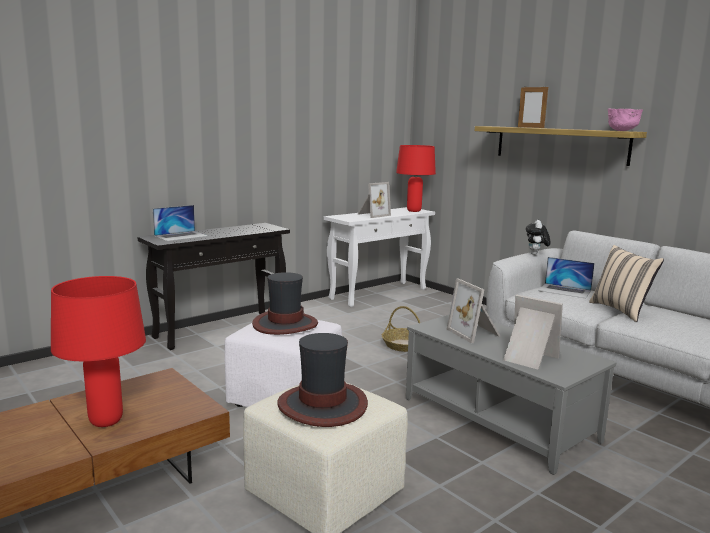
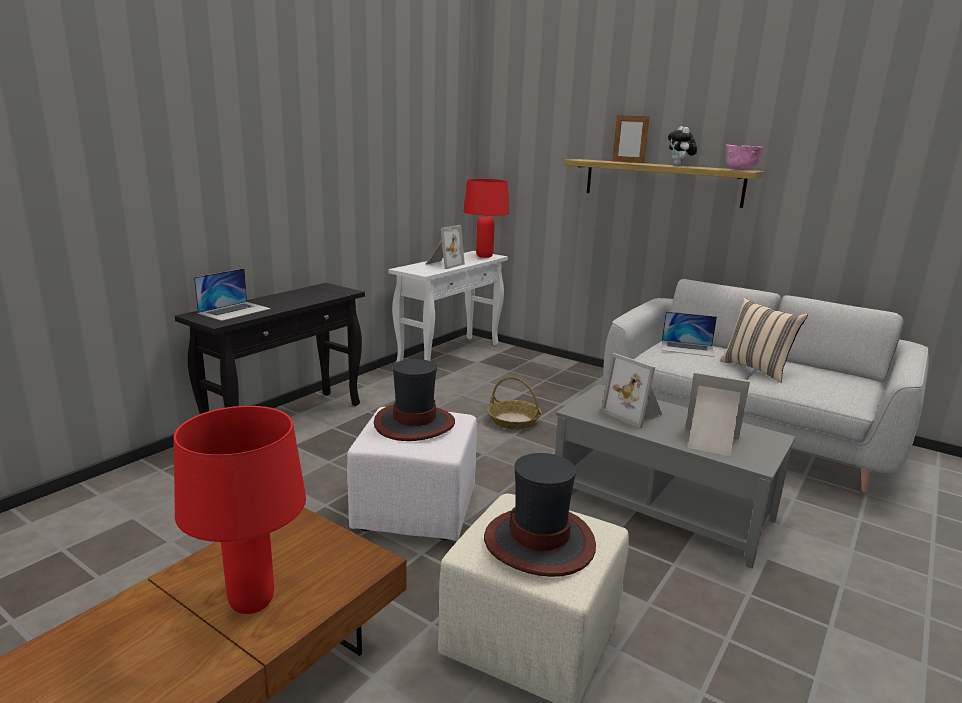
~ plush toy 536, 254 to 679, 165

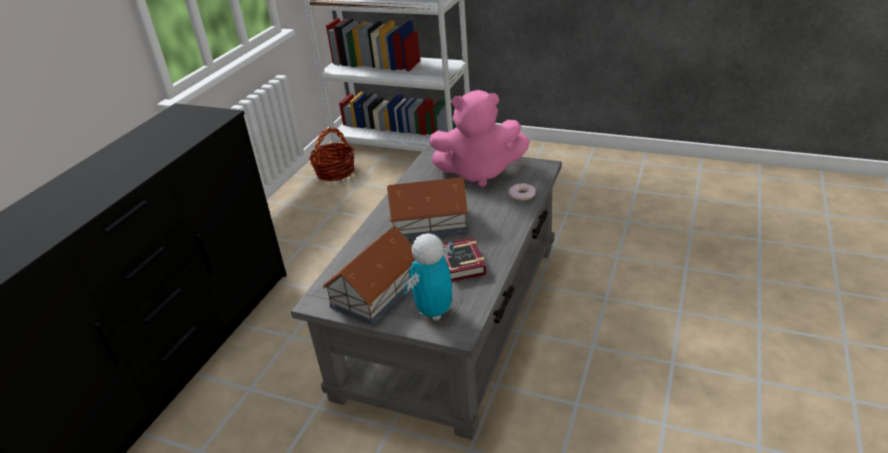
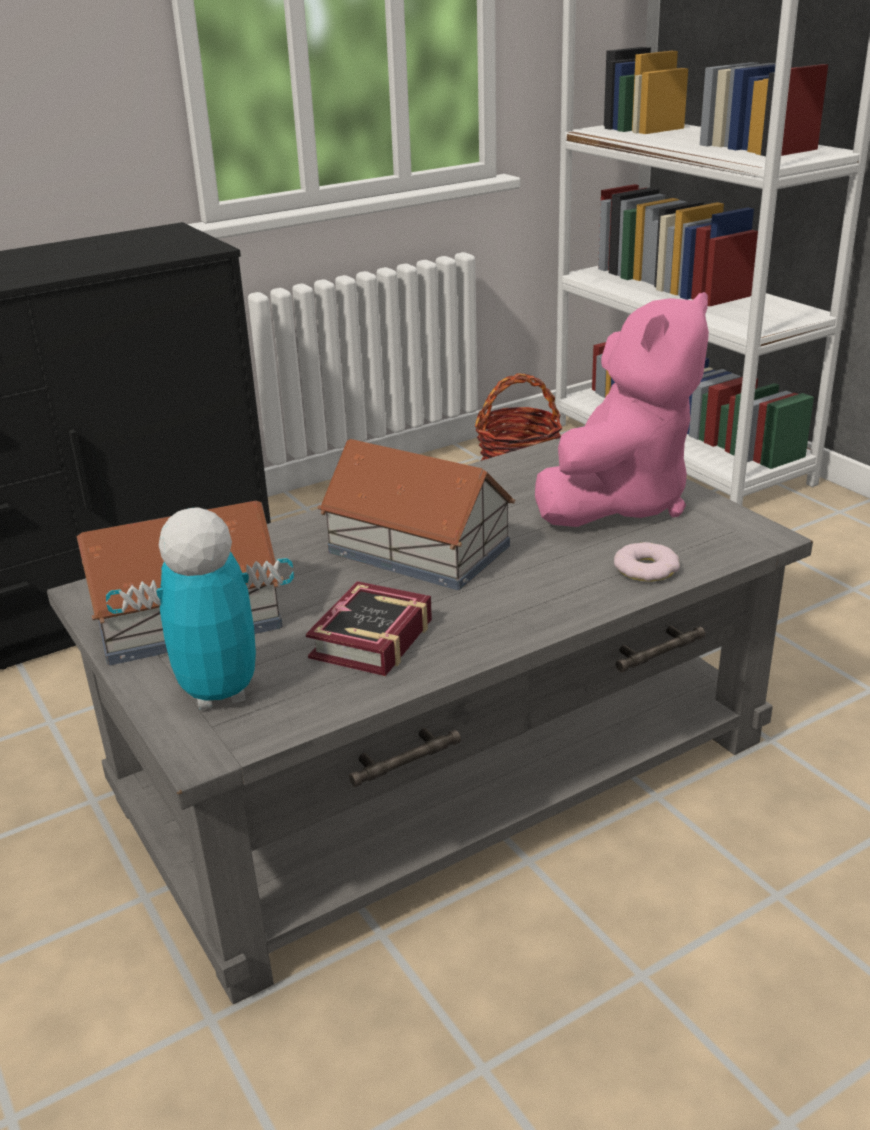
~ plush toy (pinkish) 479, 172 = 619, 502 90 degrees counterclockwise

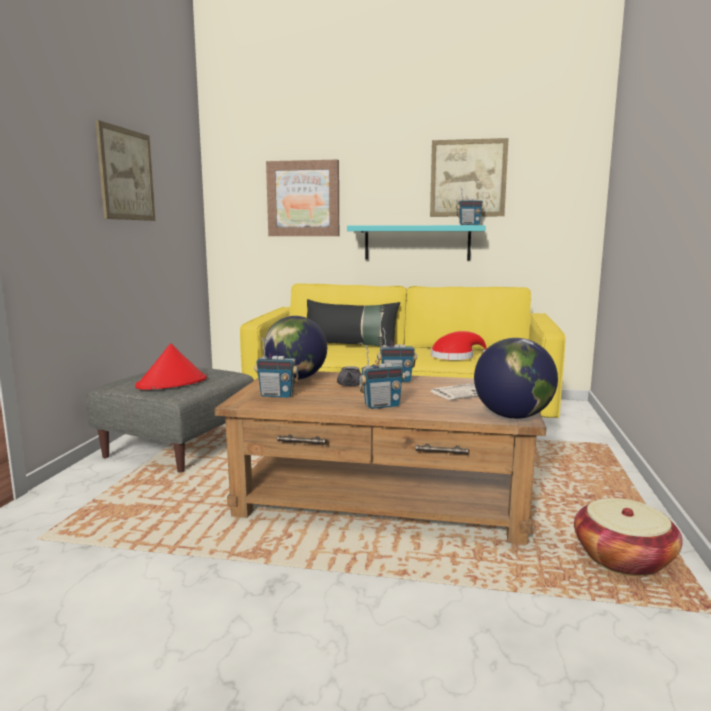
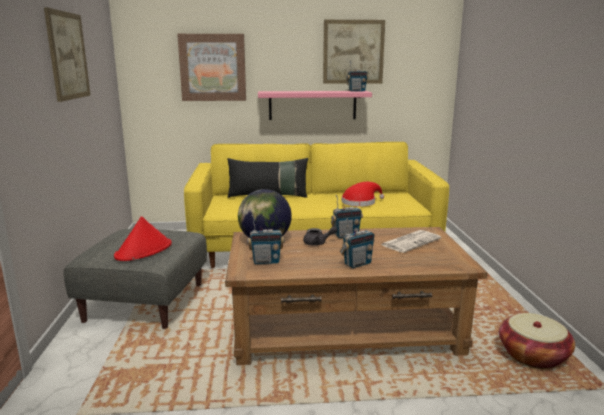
~ bracket shelf (turquoise-coloured) 417, 243 to bracket shelf (pinkish) 312, 105
- globe 513, 416

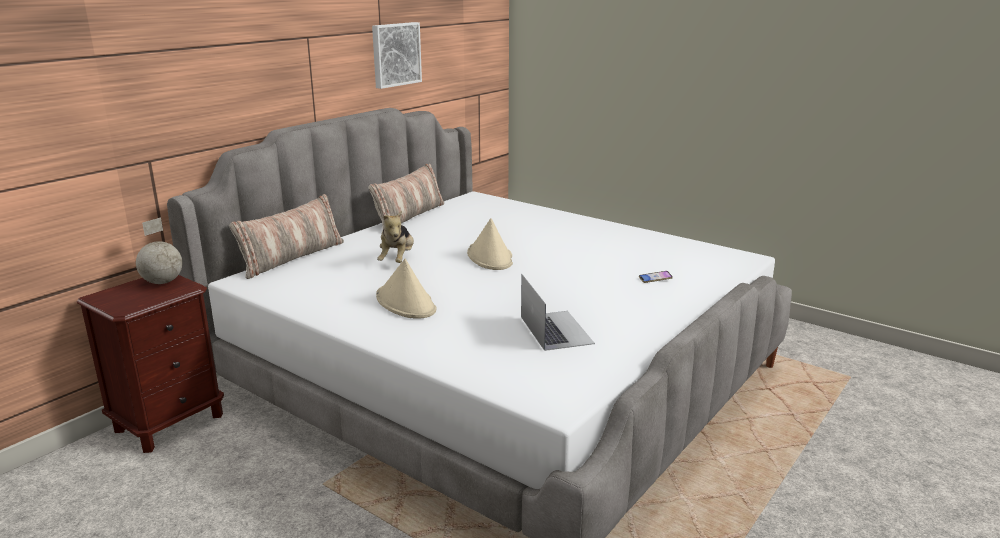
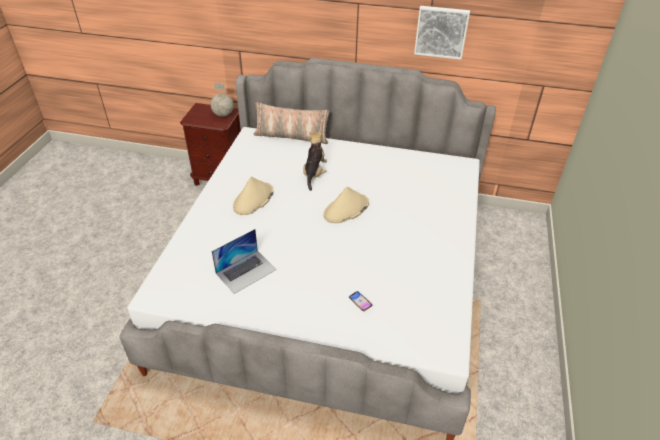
~ plush toy 397, 260 = 314, 173 120 degrees clockwise
- pillow 409, 216

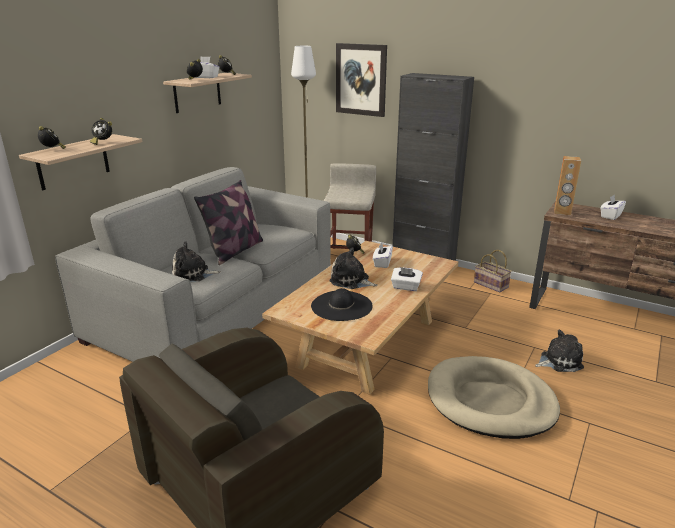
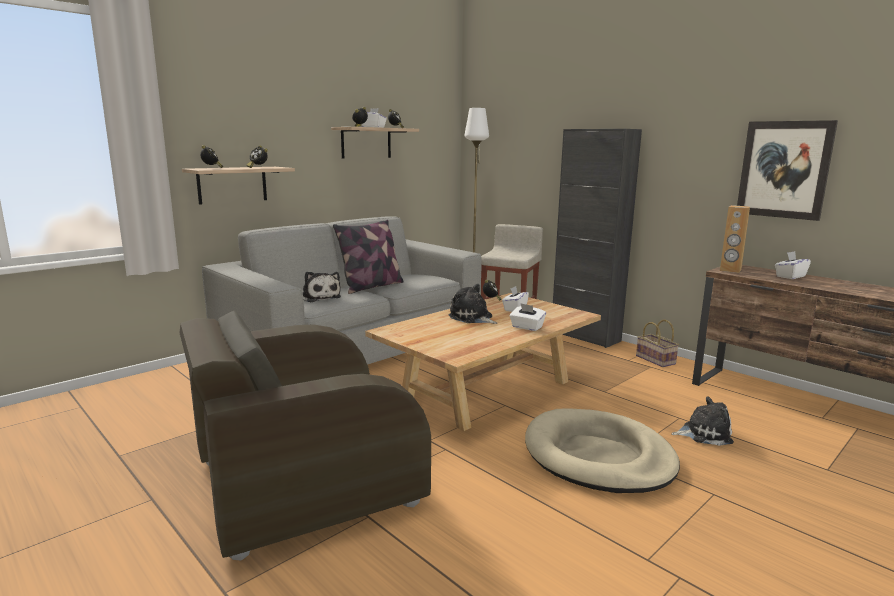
~ plush toy 193, 274 = 320, 297 135 degrees counterclockwise
~ wall art 361, 80 to 784, 169
- clothing hat (black) 341, 306

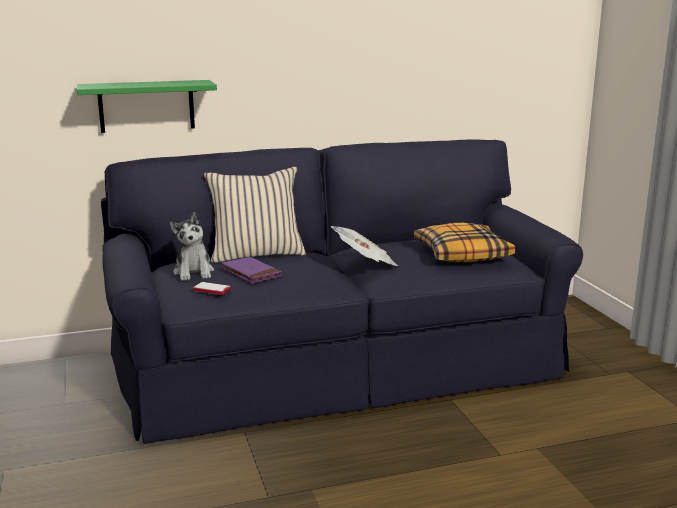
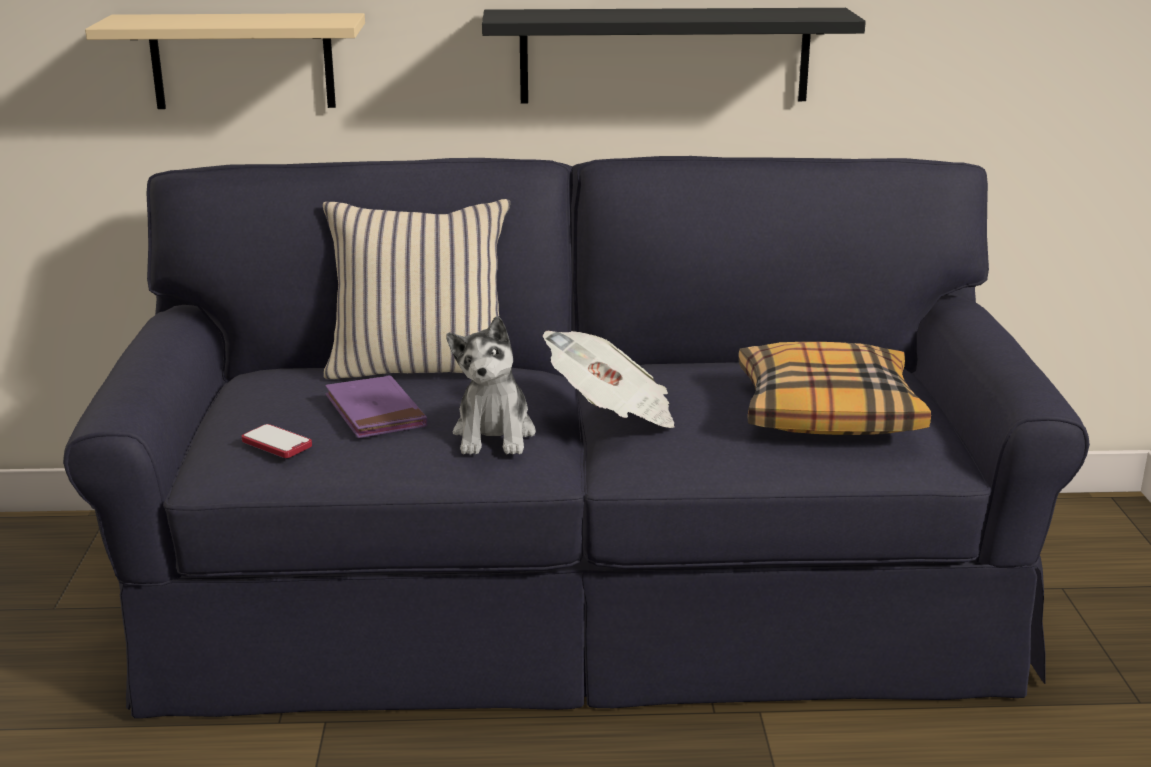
~ bracket shelf (green-coloured) 146, 106 to bracket shelf (sand-coloured) 242, 61
~ plush toy 194, 272 to 494, 435
+ bracket shelf (black) 664, 55

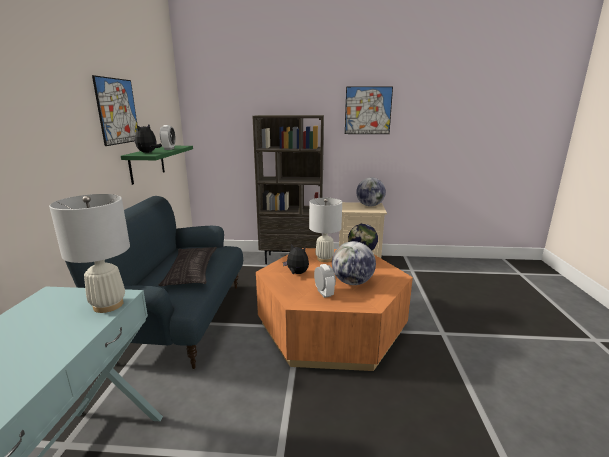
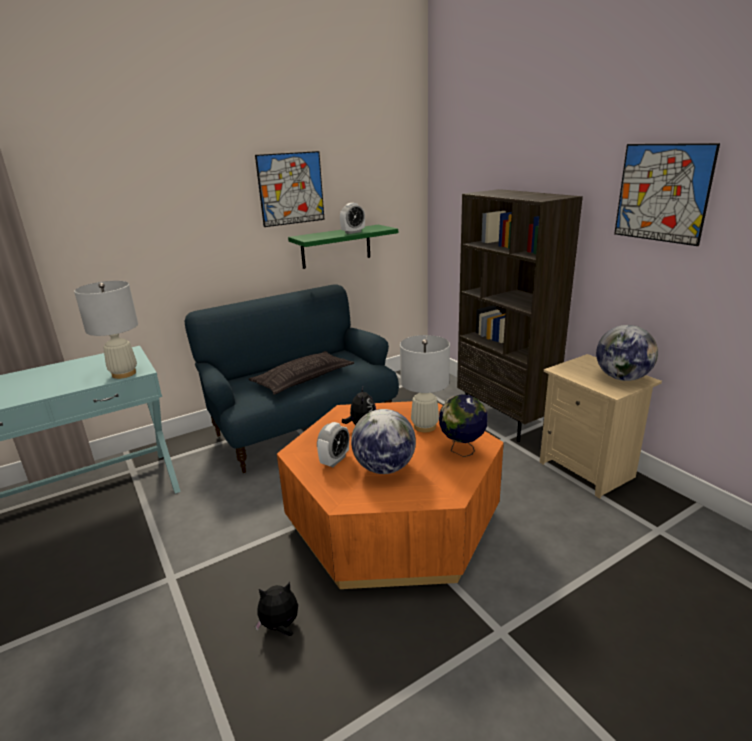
~ plush toy 148, 152 to 280, 626

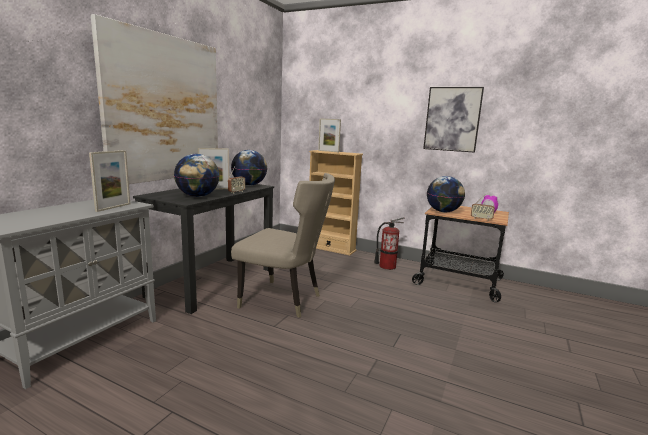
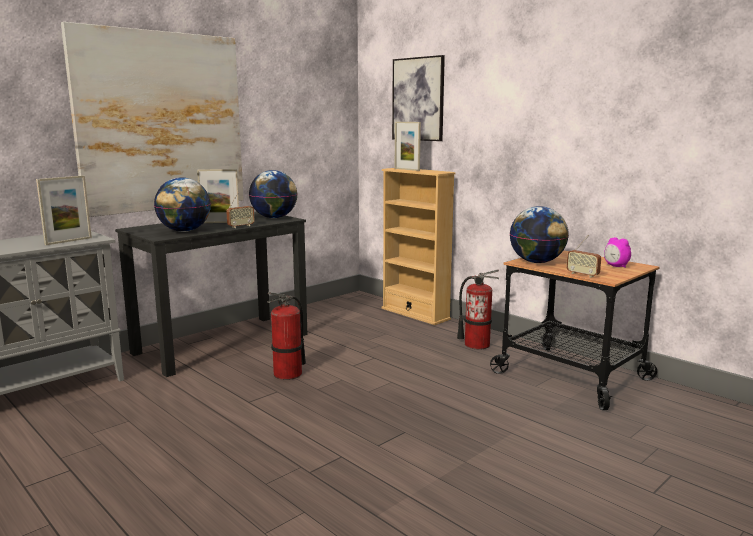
~ upright chair (sand-coloured) 284, 300 to extinguisher 288, 374
~ wall art 452, 119 to 418, 99

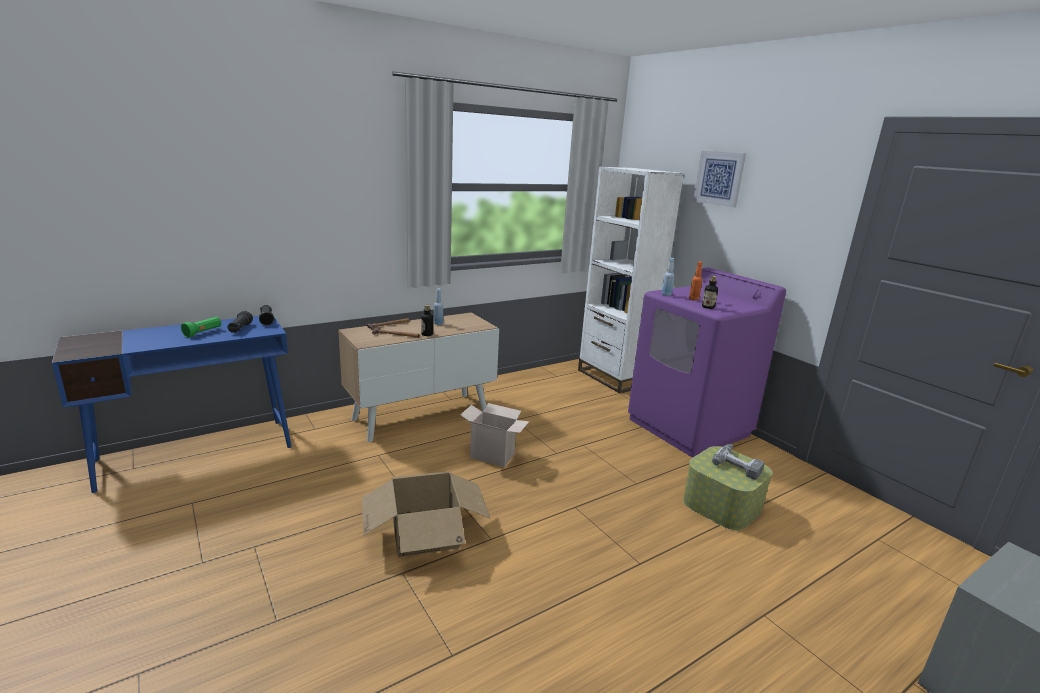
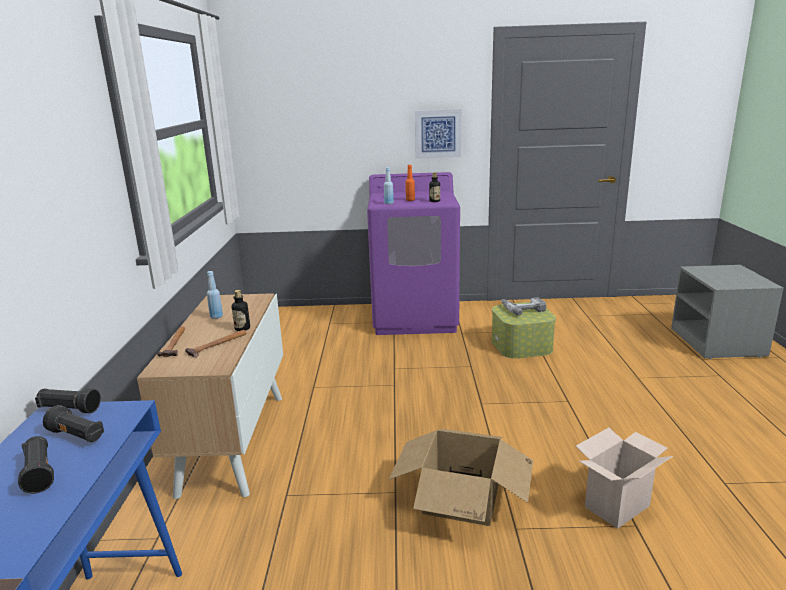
~ torch (green-coloured) 203, 332 to torch (black) 39, 473
~ wall art 719, 178 to 438, 133
~ cardboard box 494, 456 to 616, 505
- bookshelf (white) 613, 377

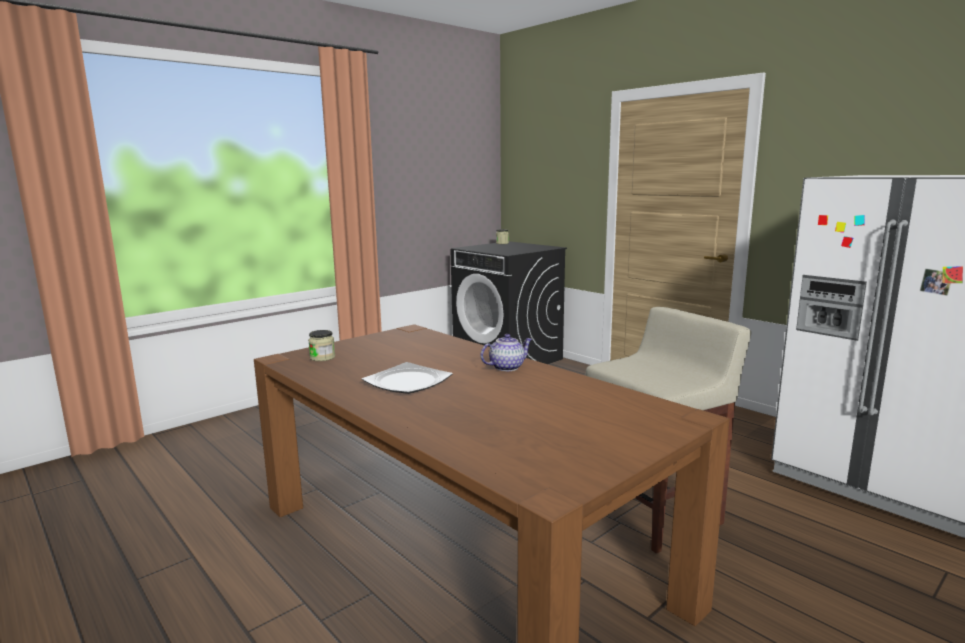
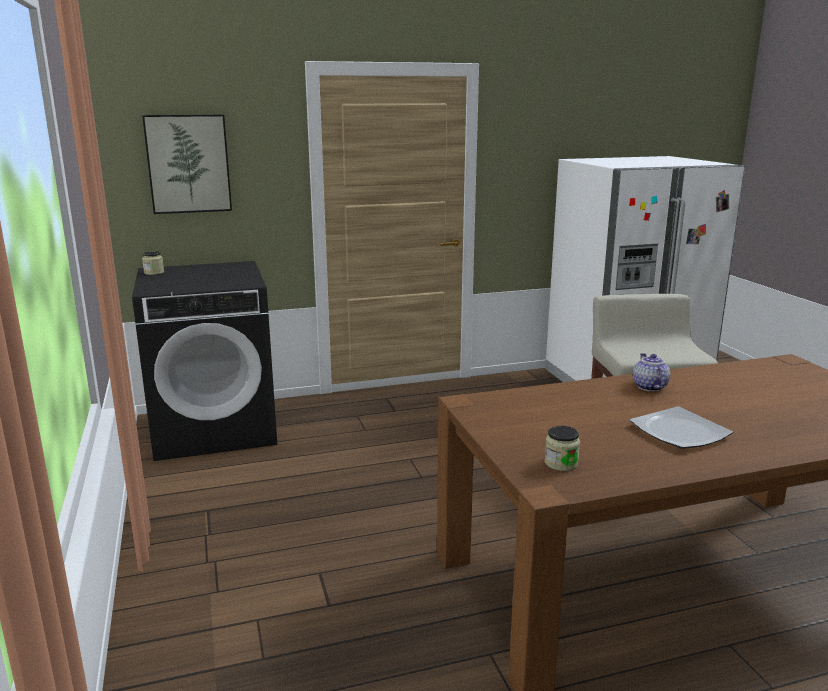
+ wall art 188, 164

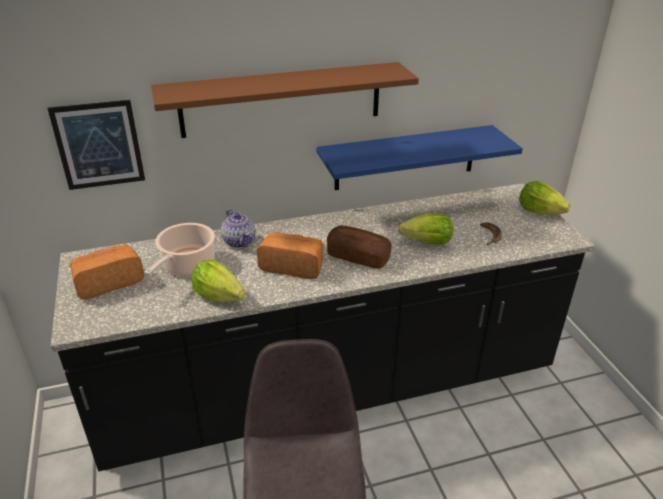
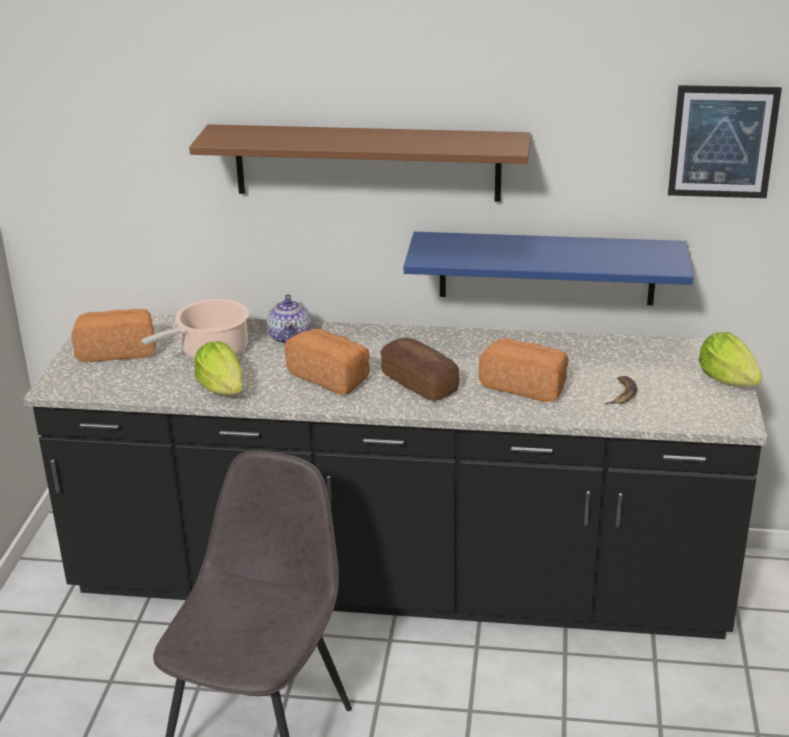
~ lettuce head 427, 242 to baked bread 525, 385
~ wall art 99, 145 to 723, 142

